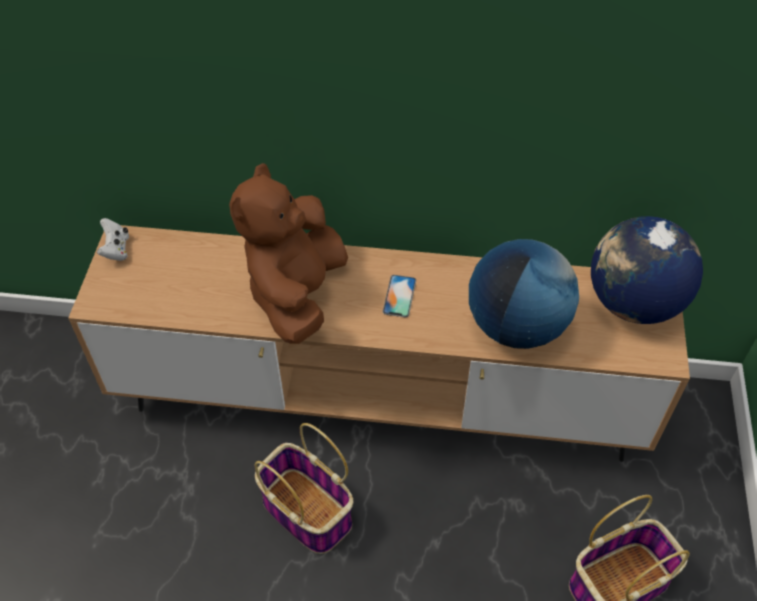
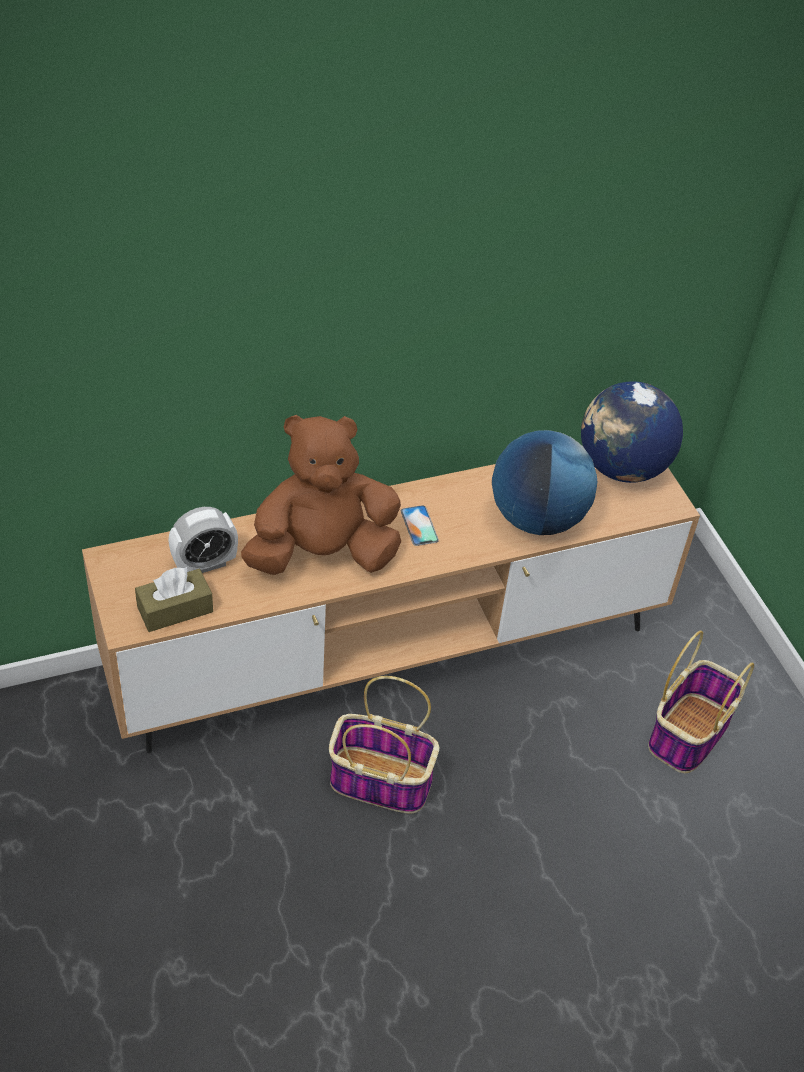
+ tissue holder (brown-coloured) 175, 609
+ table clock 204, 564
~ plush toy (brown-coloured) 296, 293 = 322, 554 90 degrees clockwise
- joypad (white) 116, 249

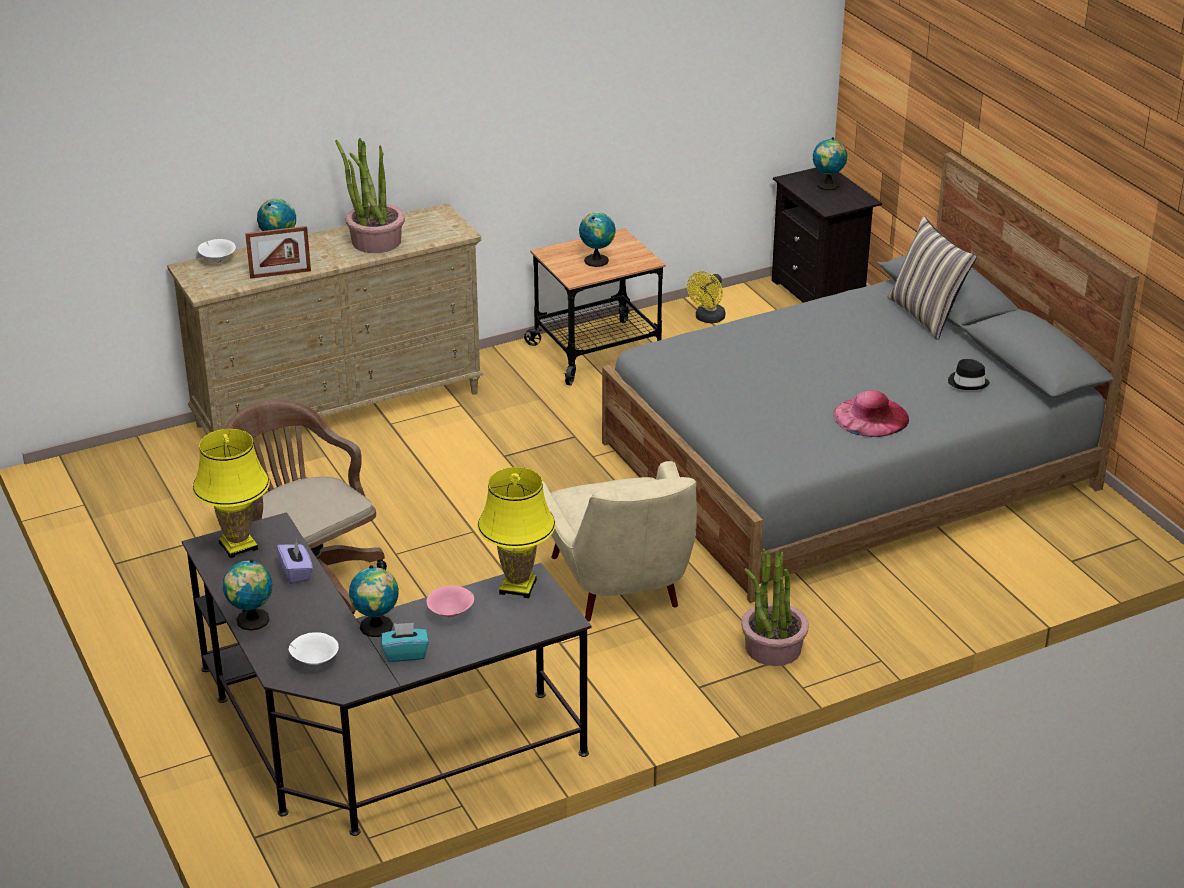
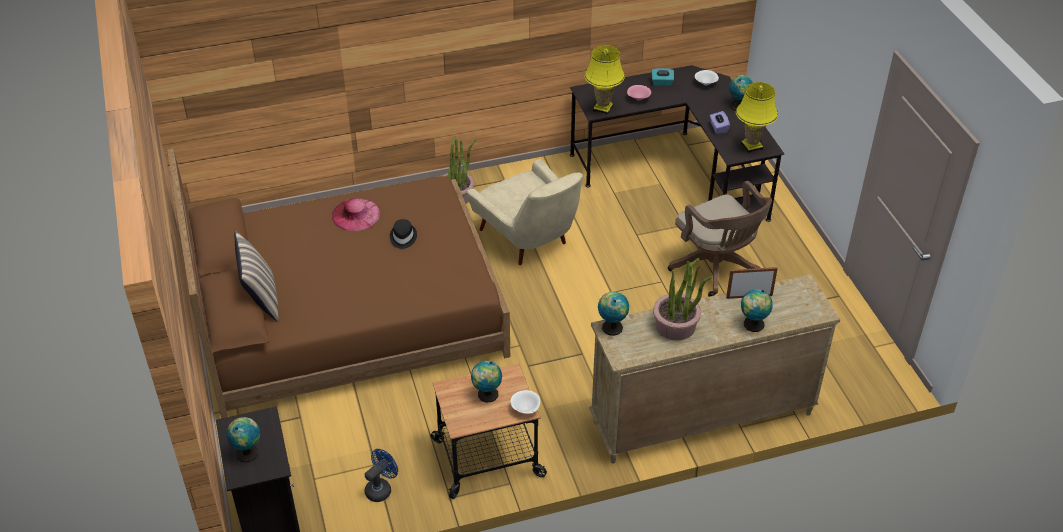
~ sleeping bed (grey) 850, 465 to sleeping bed (brown-coloured) 348, 314
~ electric fan (yellowish) 708, 319 to electric fan (blue-coloured) 381, 488
~ clothing hat (black) 968, 382 to 402, 237
~ armchair (sand-coloured) 621, 589 = 529, 240 150 degrees clockwise
~ deep dish (white) 217, 260 to 525, 409
~ globe 377, 628 to 612, 326

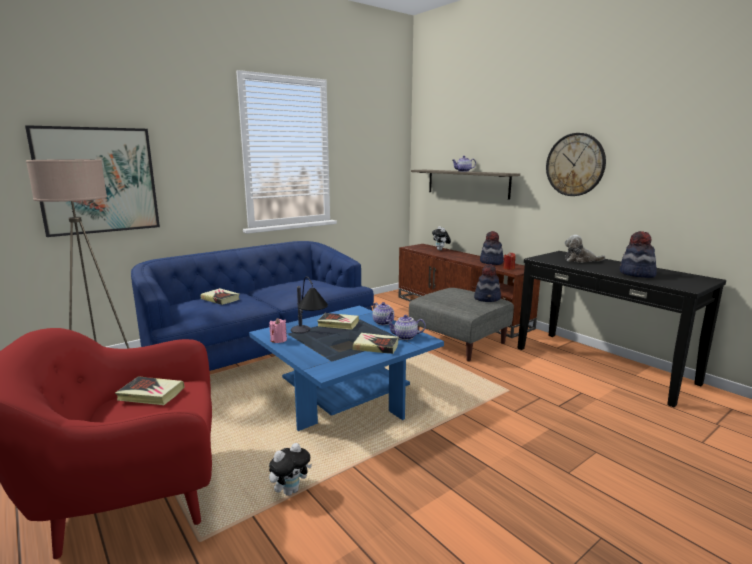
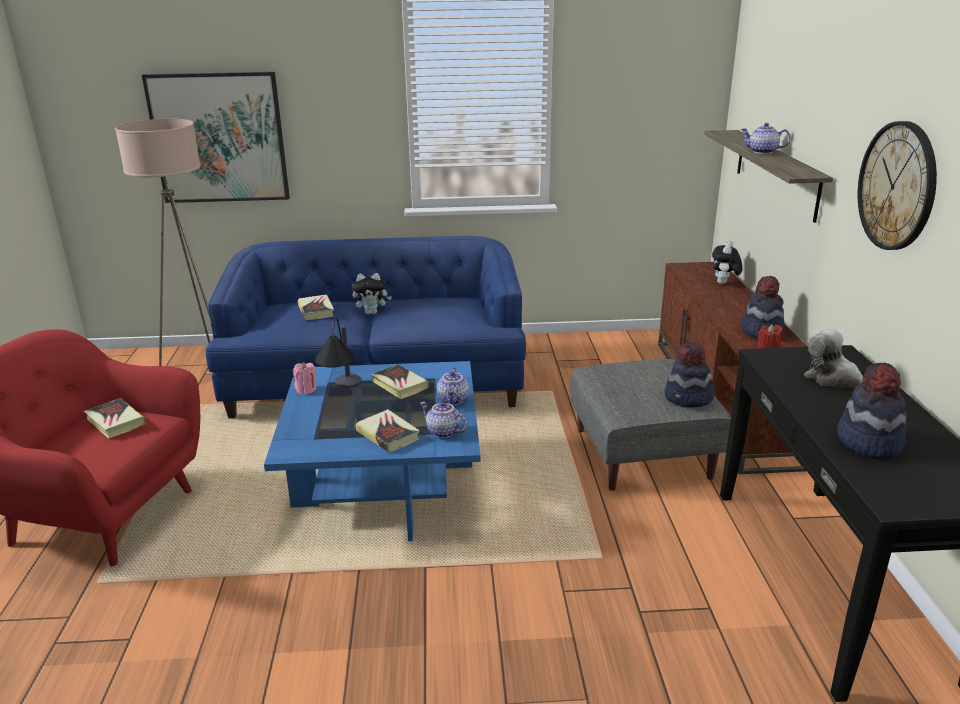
~ plush toy 290, 490 to 372, 312

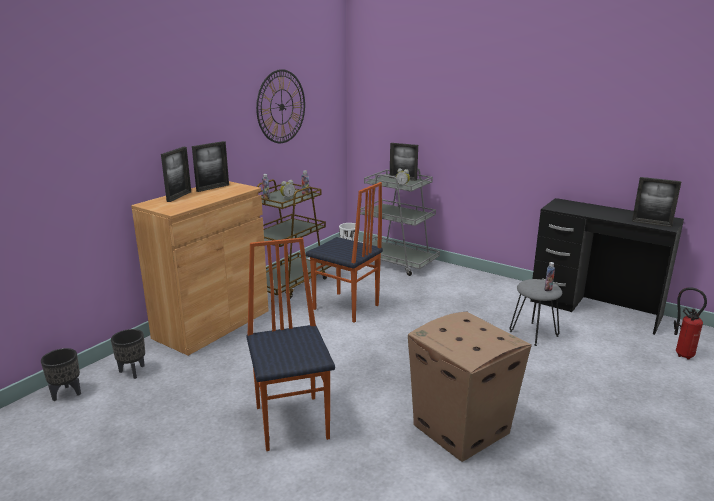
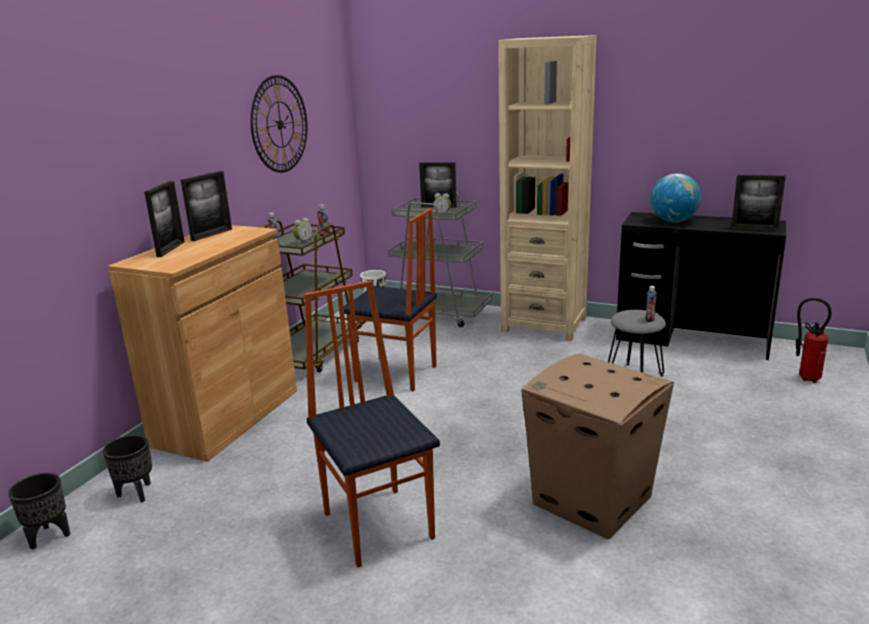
+ bookshelf (sand-coloured) 544, 325
+ globe 673, 221

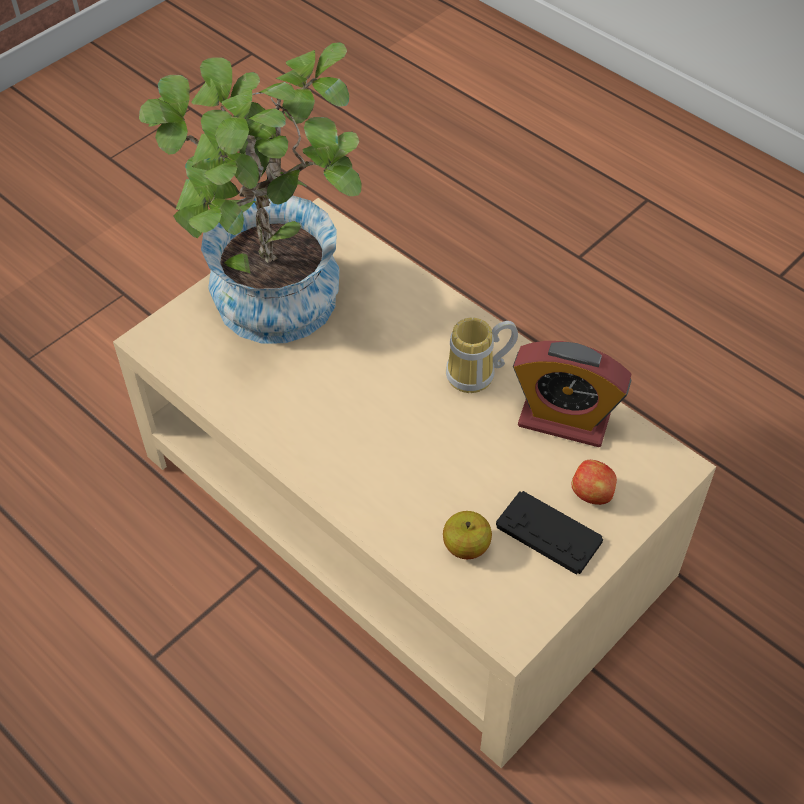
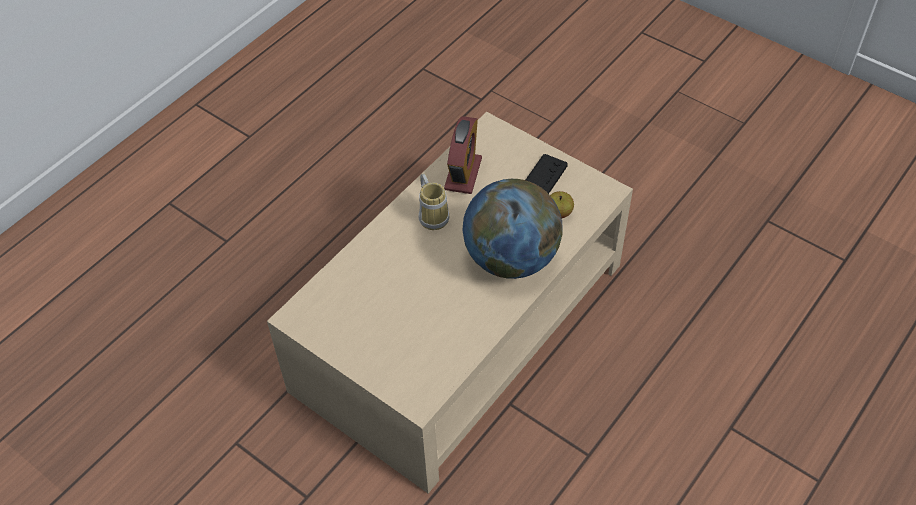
+ globe 511, 258
- houseplant 275, 313
- apple fruit 592, 494

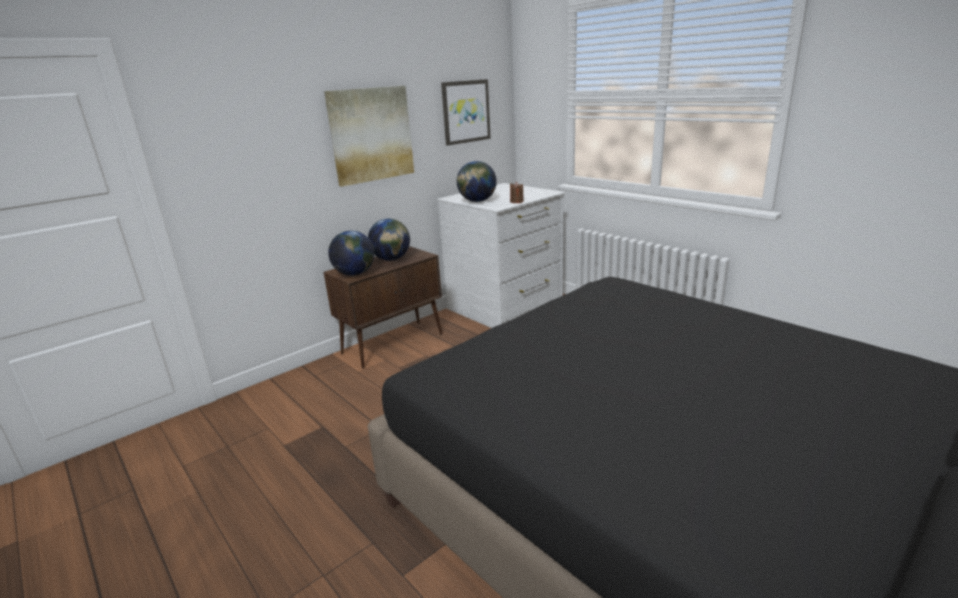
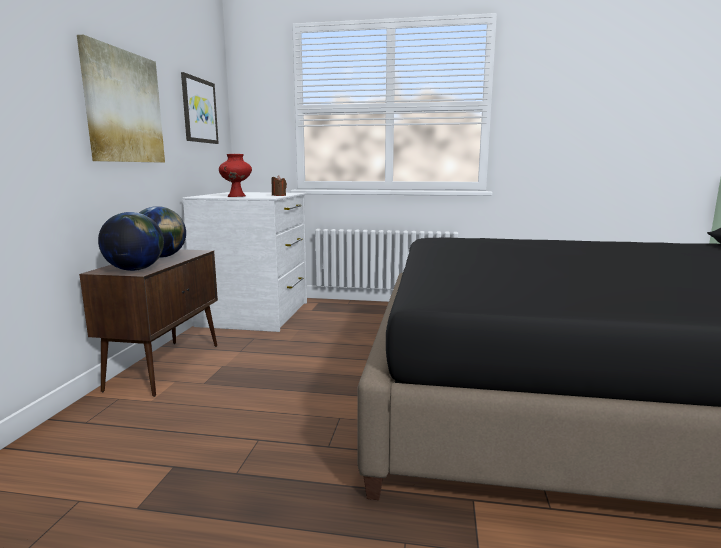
~ globe 477, 201 to flower vase (red-coloured) 236, 196

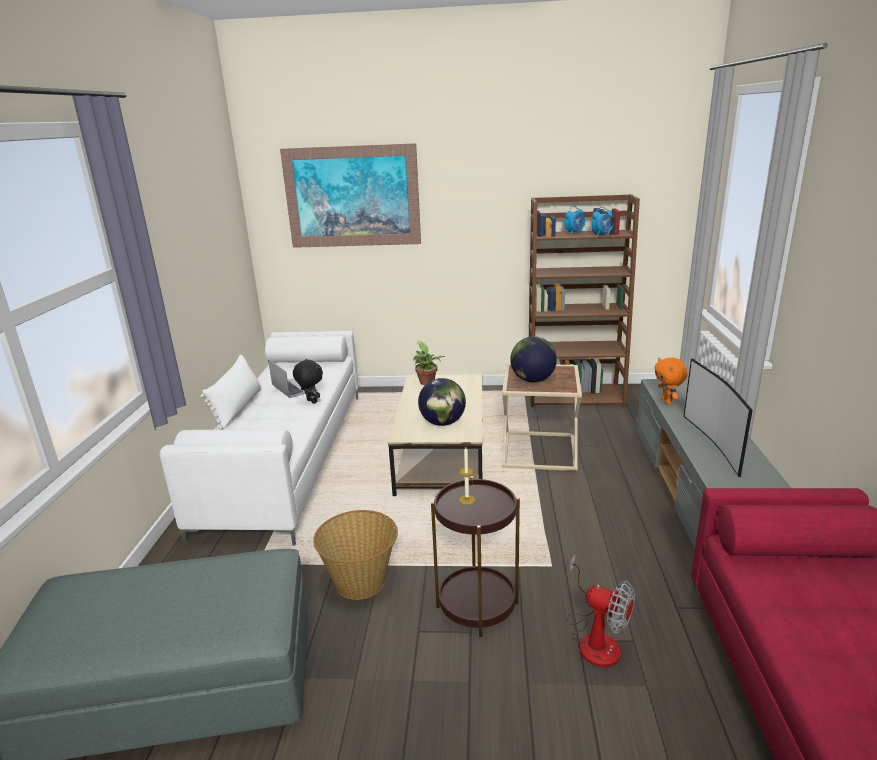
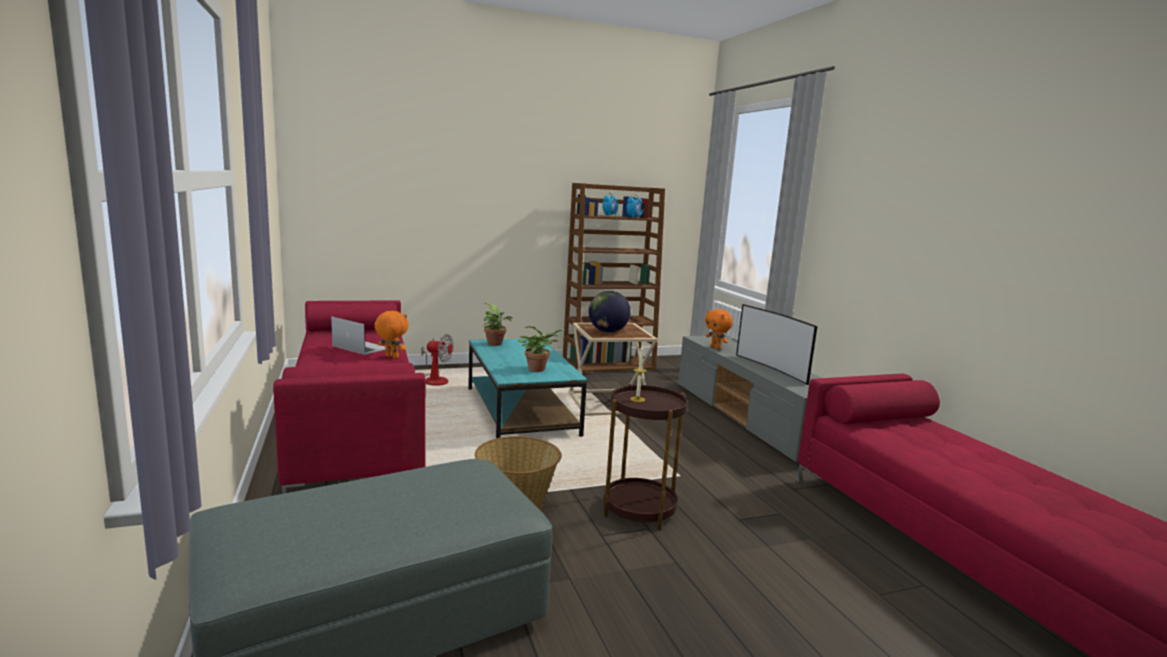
~ settee (white) 287, 457 to settee (red-coloured) 354, 424
~ plush toy (black) 311, 401 to plush toy (orangey) 391, 357
~ electric fan 595, 638 to 434, 379
~ low table (sand-coloured) 441, 454 to low table (turquoise-coloured) 520, 410
~ globe 442, 423 to houseplant 538, 369
- pillow (white) 238, 408
- wall art 352, 197

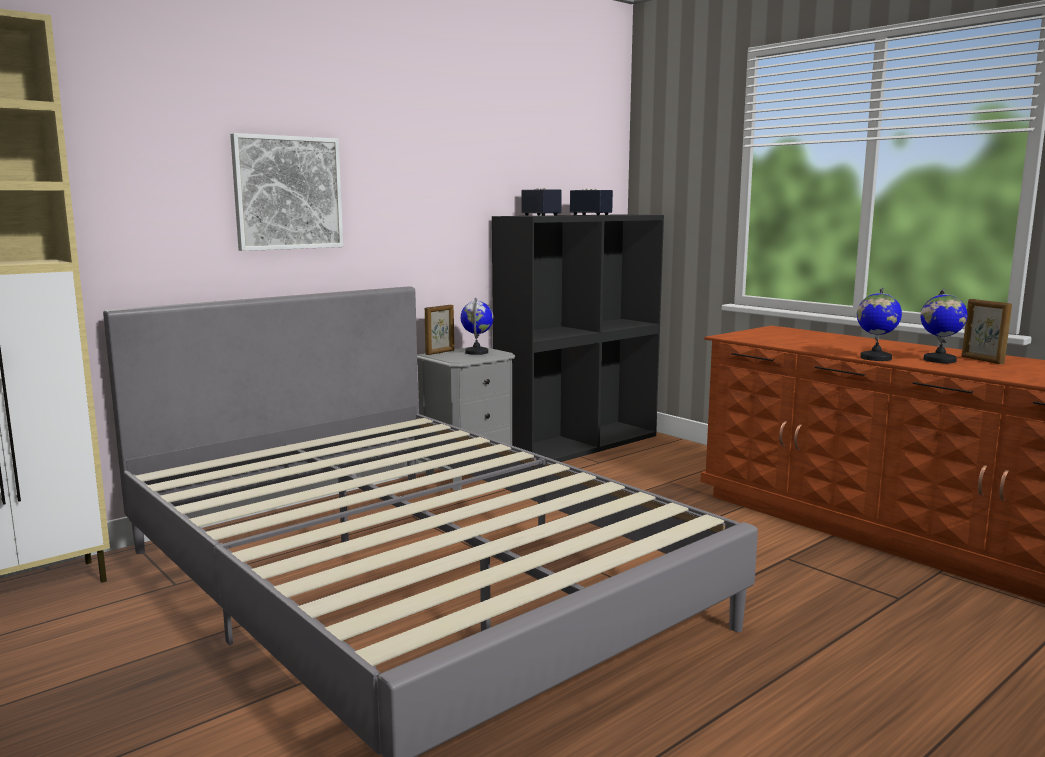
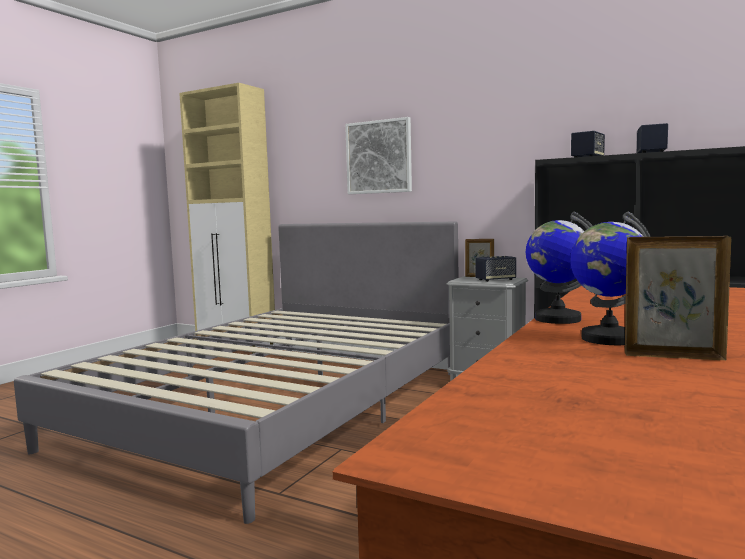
~ globe 477, 352 to speaker 495, 280
~ picture frame 982, 360 = 672, 356 60 degrees clockwise

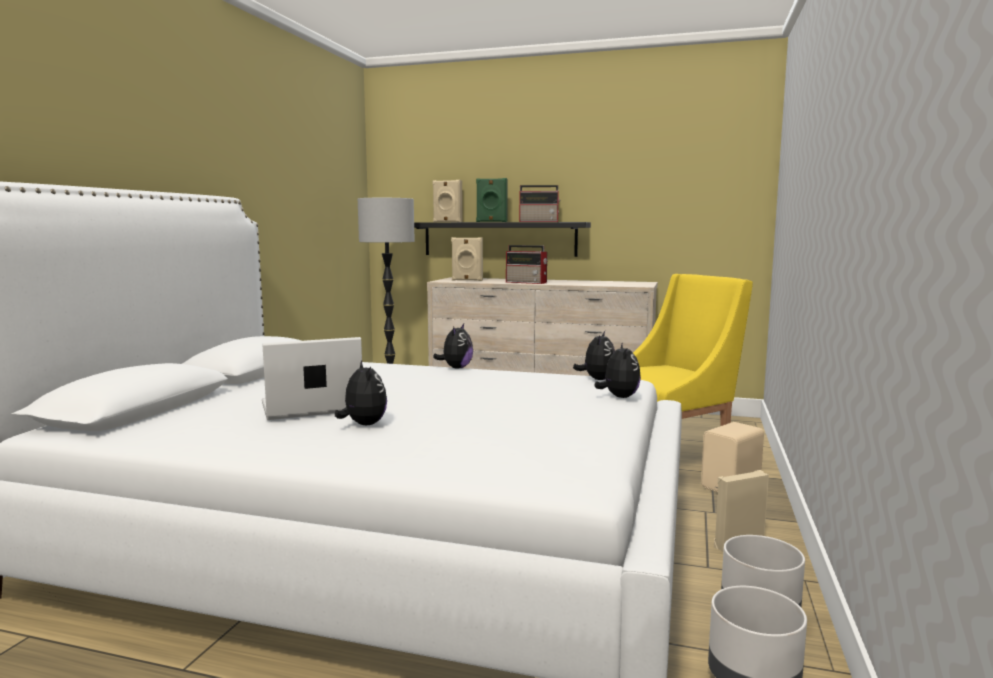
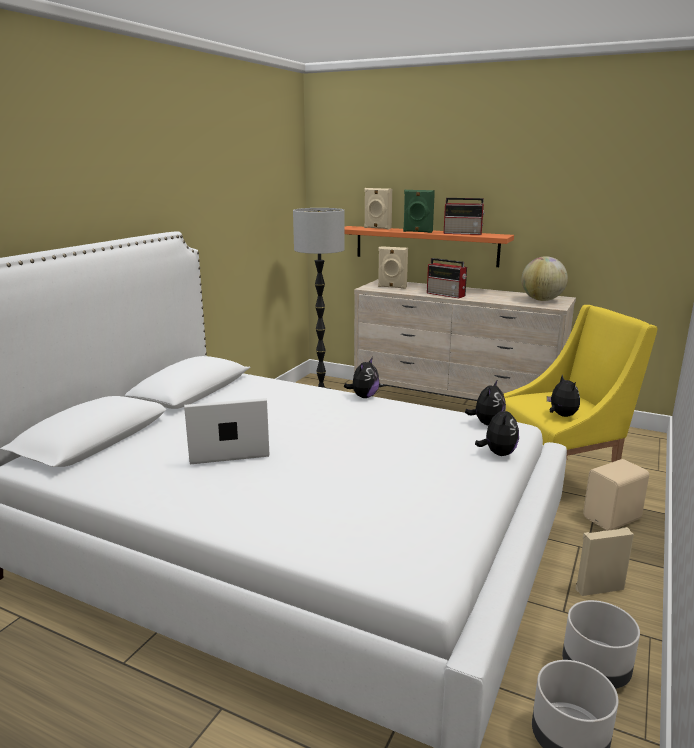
~ bracket shelf (black) 499, 239 to bracket shelf (orangey) 425, 245
+ globe 542, 300
~ plush toy 363, 424 to 561, 415

